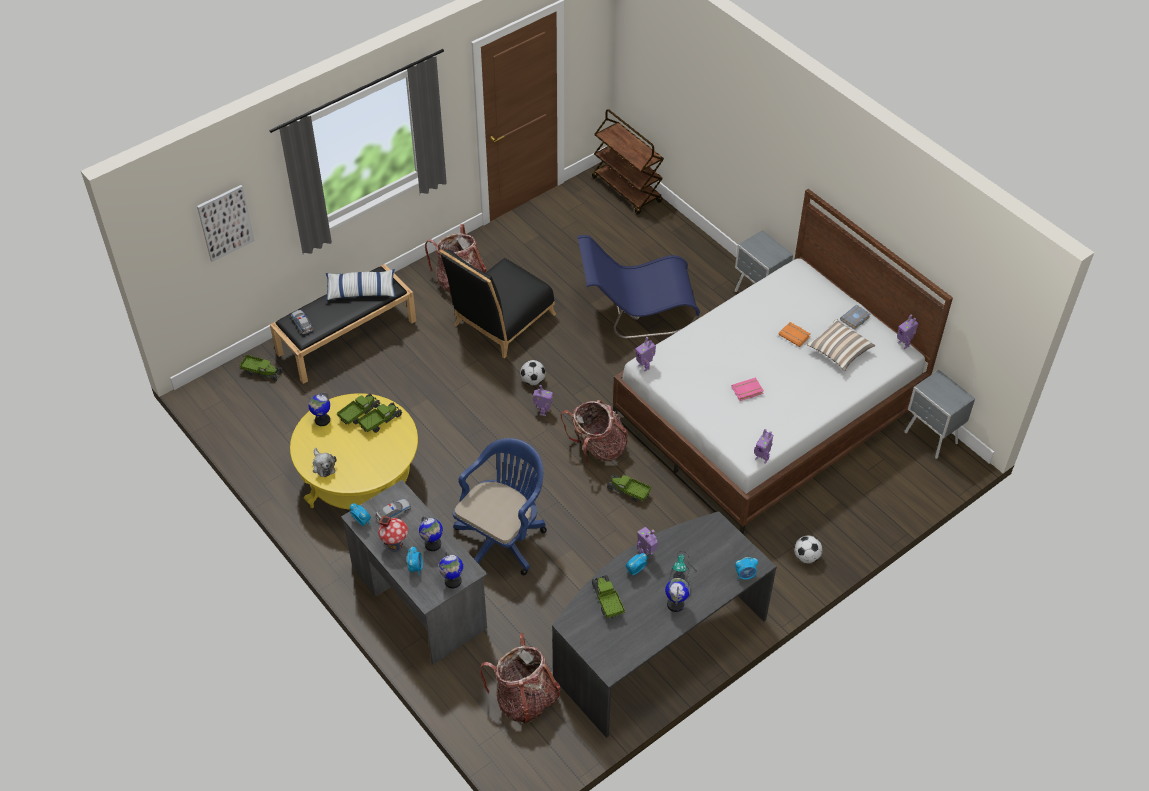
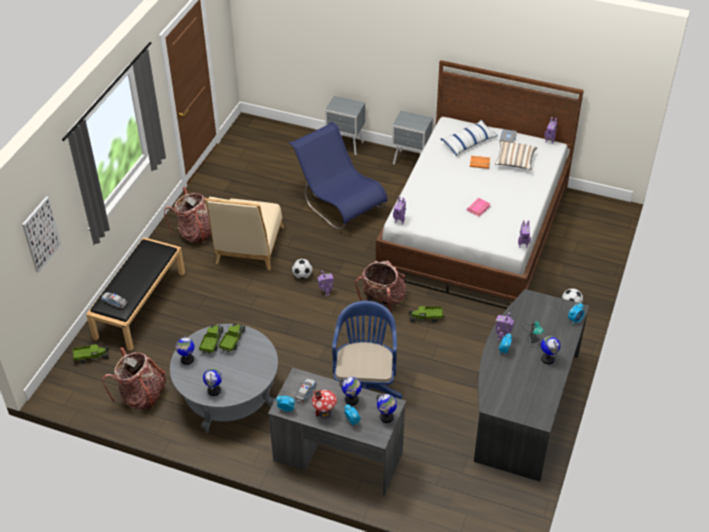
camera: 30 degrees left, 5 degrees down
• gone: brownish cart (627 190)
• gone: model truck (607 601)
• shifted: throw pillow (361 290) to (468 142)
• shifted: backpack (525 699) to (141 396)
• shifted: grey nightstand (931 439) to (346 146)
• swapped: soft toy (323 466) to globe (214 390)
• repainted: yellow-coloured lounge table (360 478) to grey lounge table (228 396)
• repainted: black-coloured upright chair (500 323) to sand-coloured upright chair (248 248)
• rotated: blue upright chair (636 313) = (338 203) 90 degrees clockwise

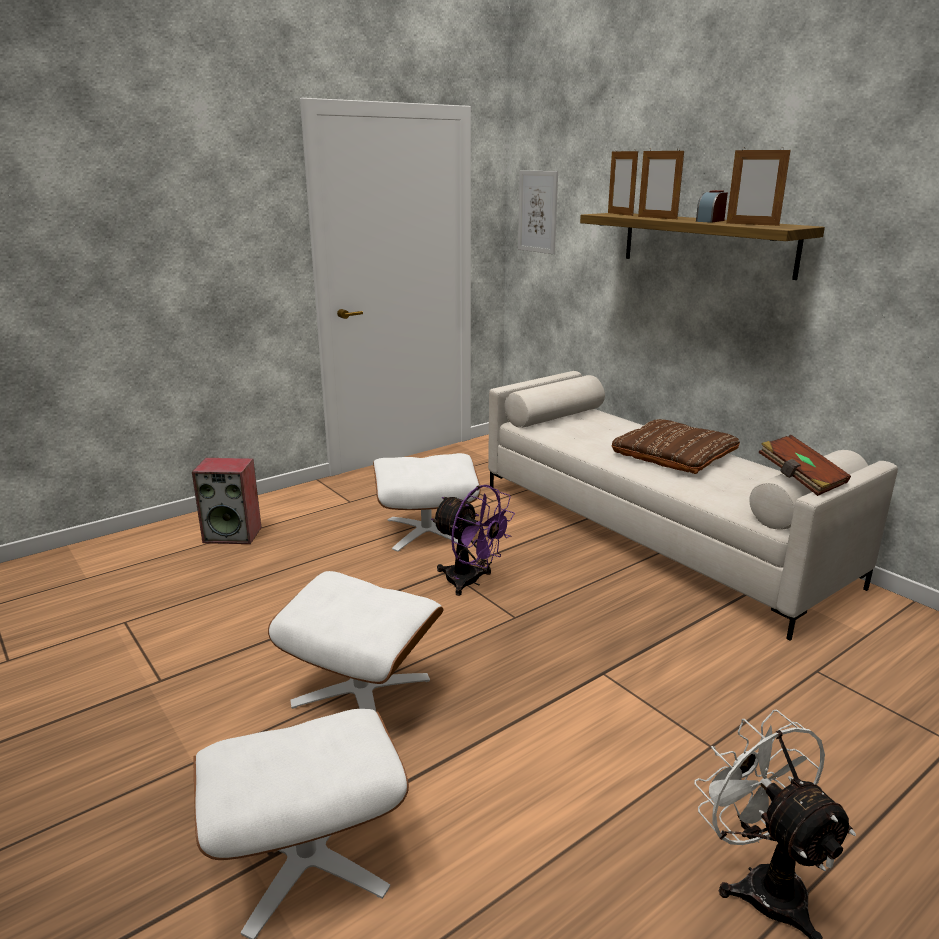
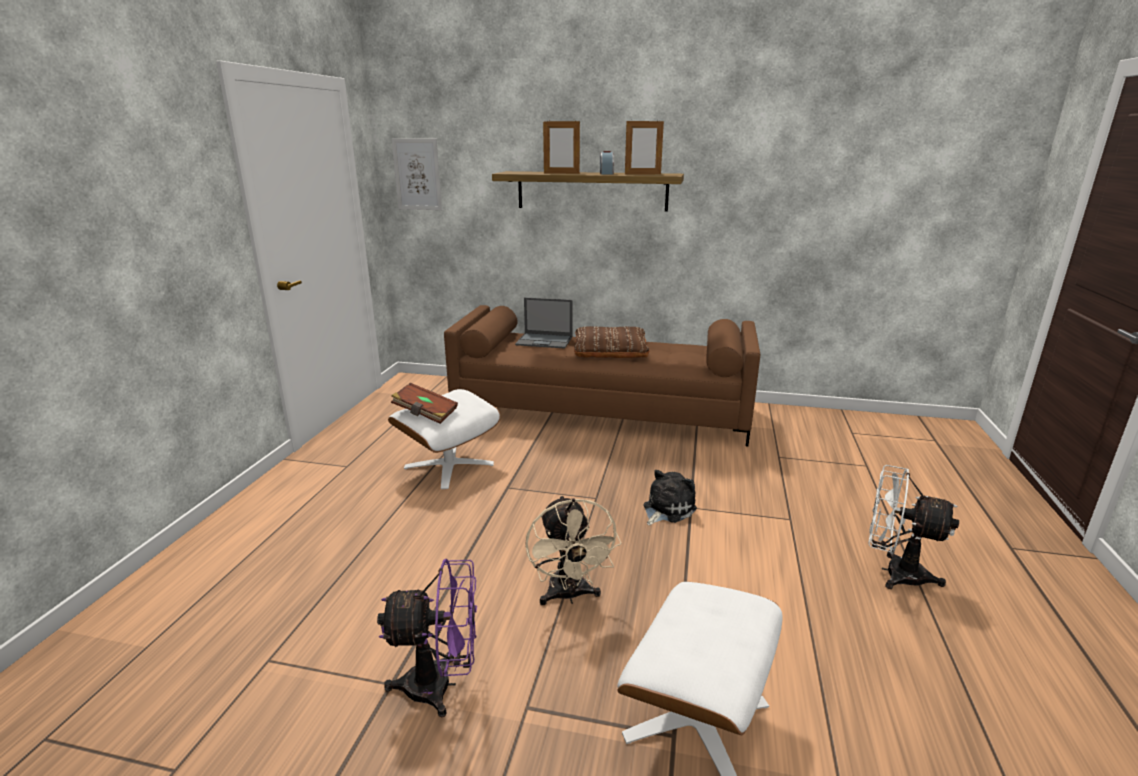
camera: 40 degrees left, 0 degrees up
• gone: loudspeaker (233 534)
• gone: photo frame (620 214)
• new: portable computer (545 341)
• new: soft toy (666 509)
• shifted: purple-coloured fan (470 582) to (441 685)
• shifted: brownish volume (800 479) to (425 414)
• swapped: white pouffe (362 691) to sand-coloured fan (569 596)
• repainted: white couch (655 532) to brownish couch (602 410)

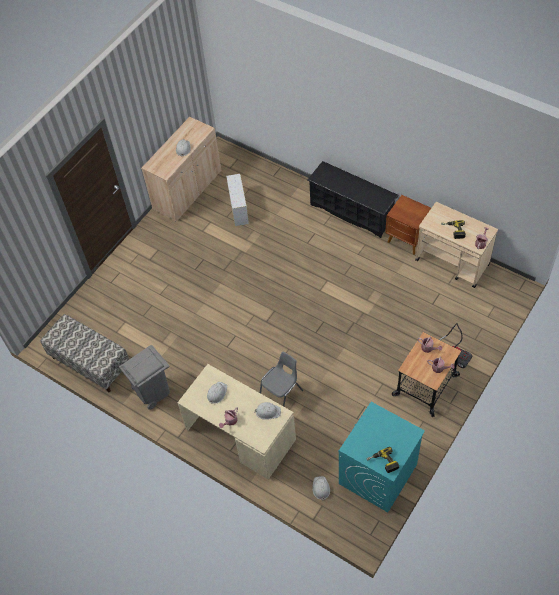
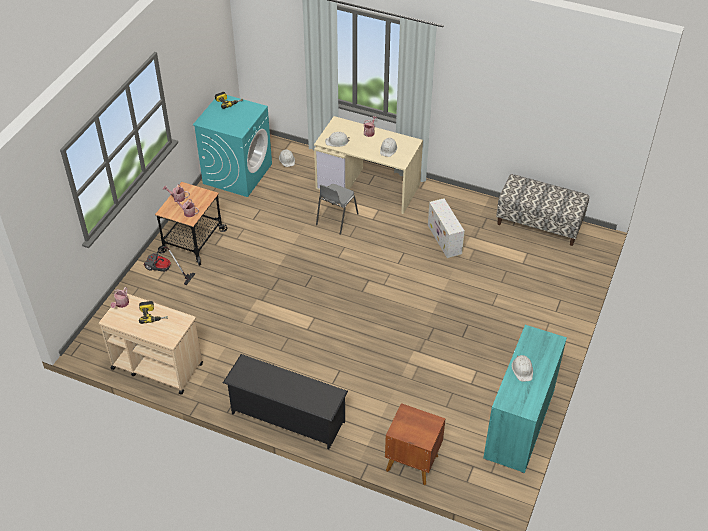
camera: 165 degrees right, 10 degrees down
• gone: grey waste bin (152 391)
• shifted: white storage container (238 208) to (444 240)
• shifted: brownish nightstand (407 240) to (411 462)
• repainted: sand-coloured storage cabinet (187 190) to turquoise storage cabinet (519 424)

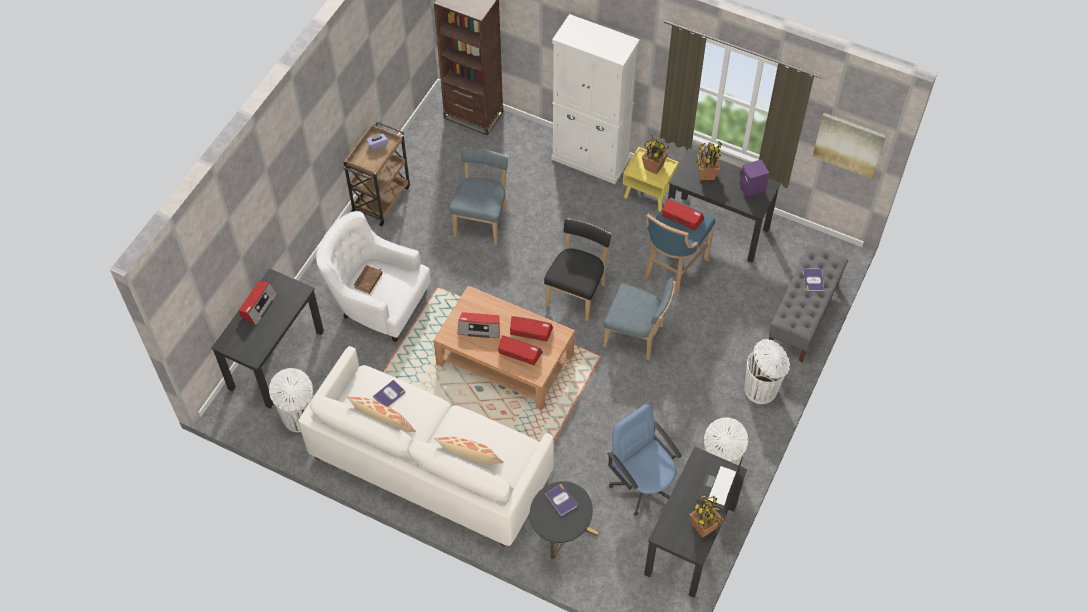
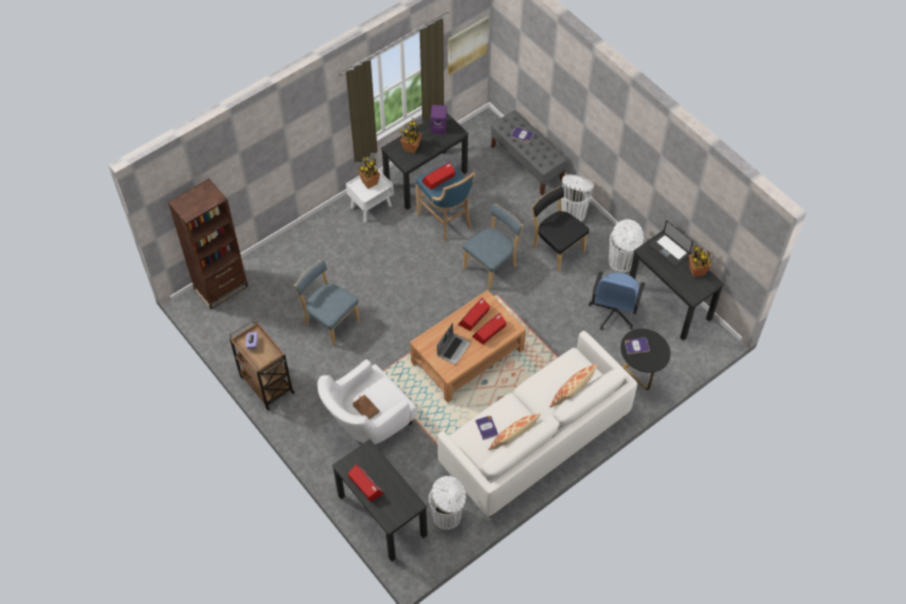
camera: 65 degrees left, 0 degrees up
• gone: white storage cabinet (590 159)
• shifted: black-coloured upright chair (577 293) to (556 248)
• swapped: radio receiver (479 328) to portable computer (453 348)
• repainted: yellow-coloured nightstand (648 194) to white nightstand (371 206)
• rotated: blue desk chair (643 484) = (613 312) 60 degrees counterclockwise

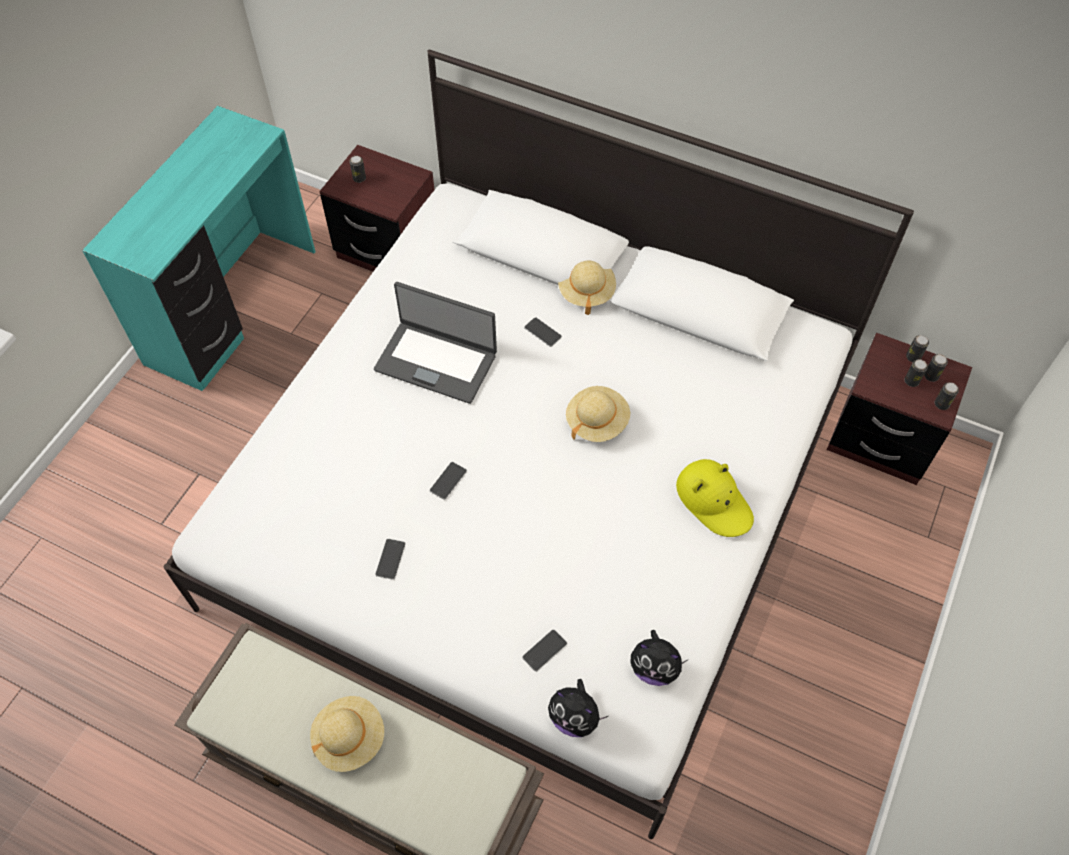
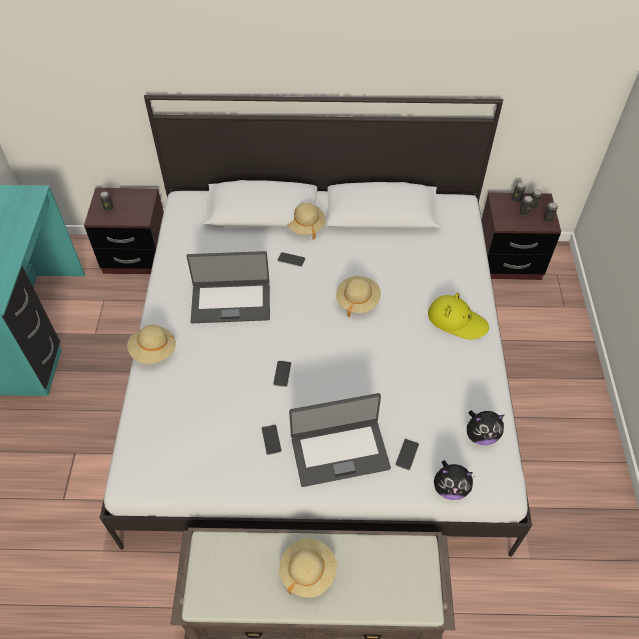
camera: 25 degrees left, 5 degrees down
• new: sand-coloured clothing hat (153 351)
• new: portable computer (339 451)

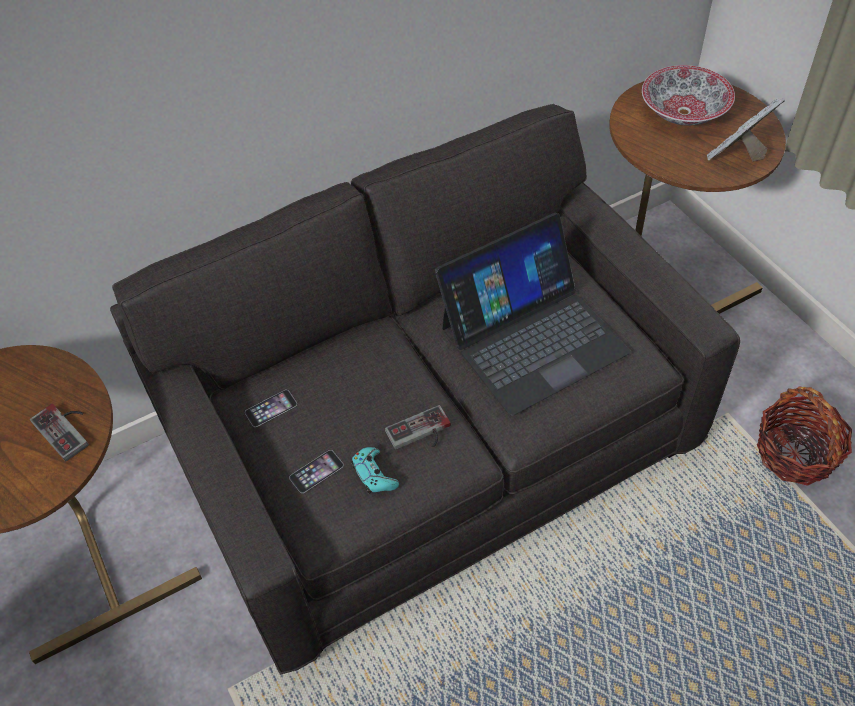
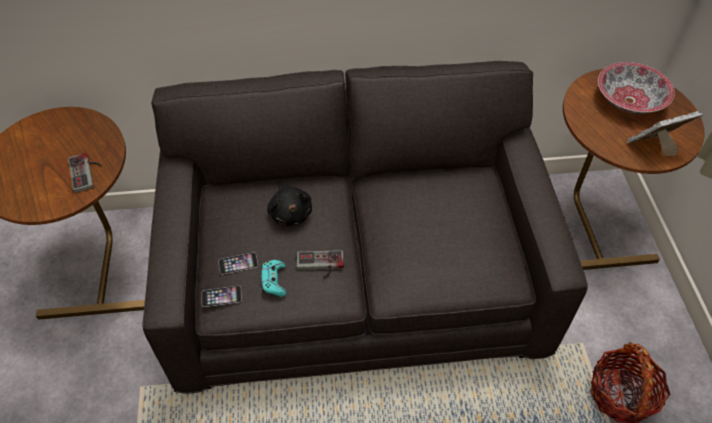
camera: 20 degrees right, 0 degrees up
• gone: portable computer (532 338)
• new: black-coloured soft toy (290 213)
• shifted: handset (271 408) to (221 296)

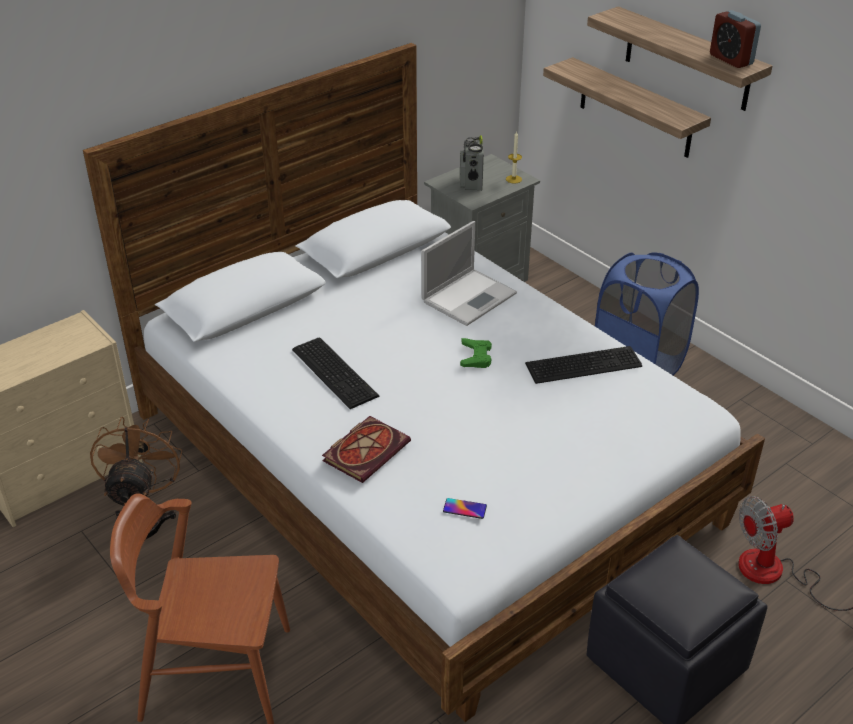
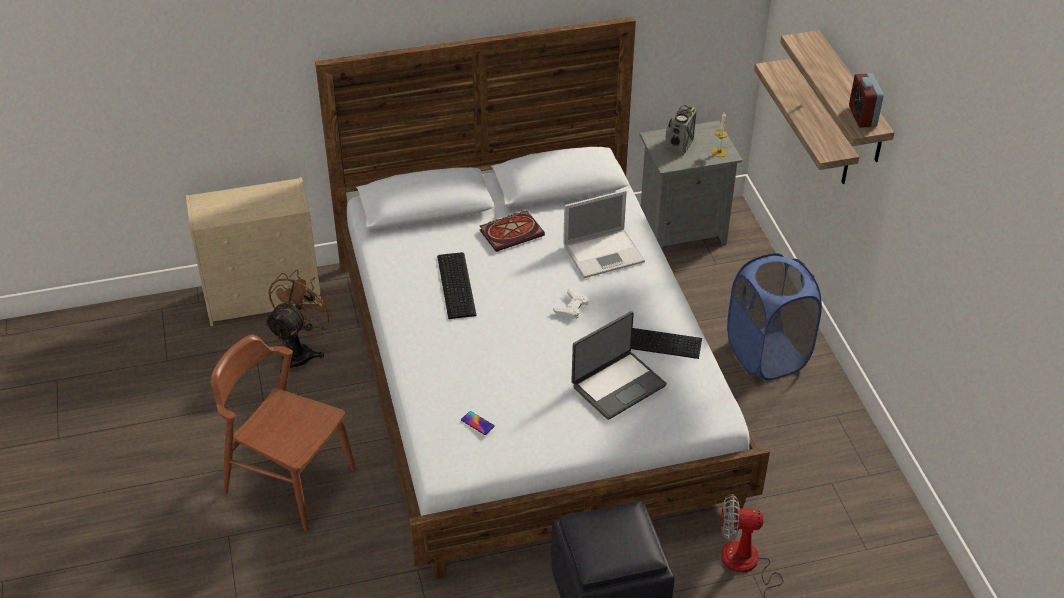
camera: 25 degrees right, 5 degrees up
• new: portable computer (617 385)
• shifted: volume (366 450) to (512 232)
• repainted: green-coloured gamepad (476 357) to white gamepad (572 307)

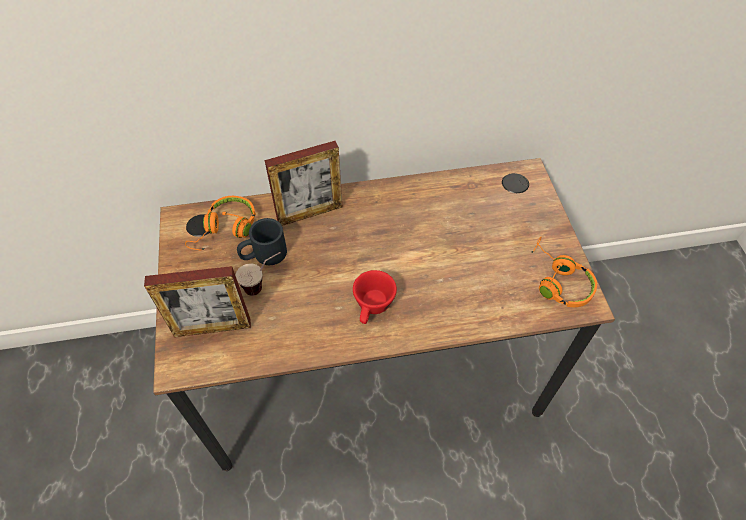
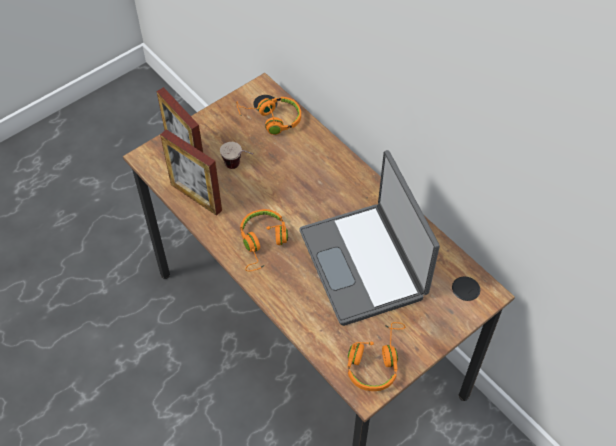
camera: 60 degrees right, 0 degrees up
• gone: black-coloured mug (263 255)
• new: portable computer (364 263)
• shifted: photo frame (310 213) to (196 197)
• swapped: red-coloured cup (373 308) to orange-coloured headset (263 243)

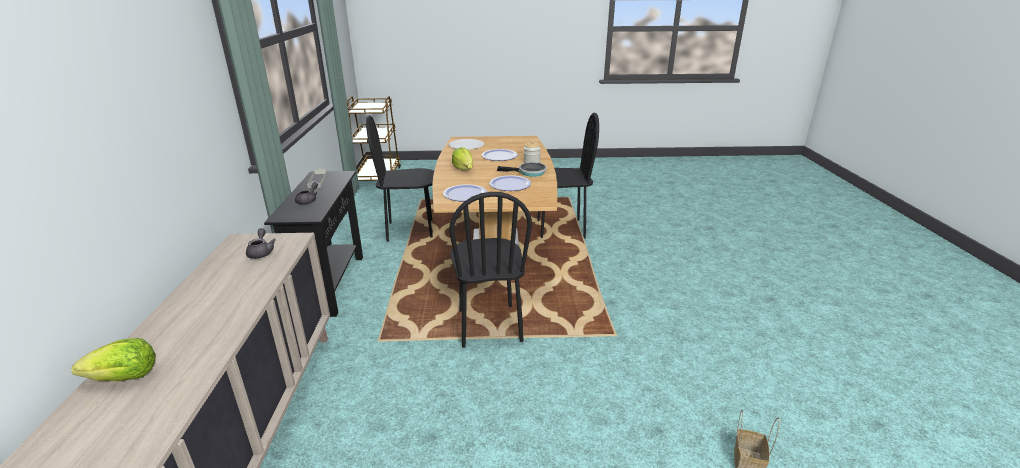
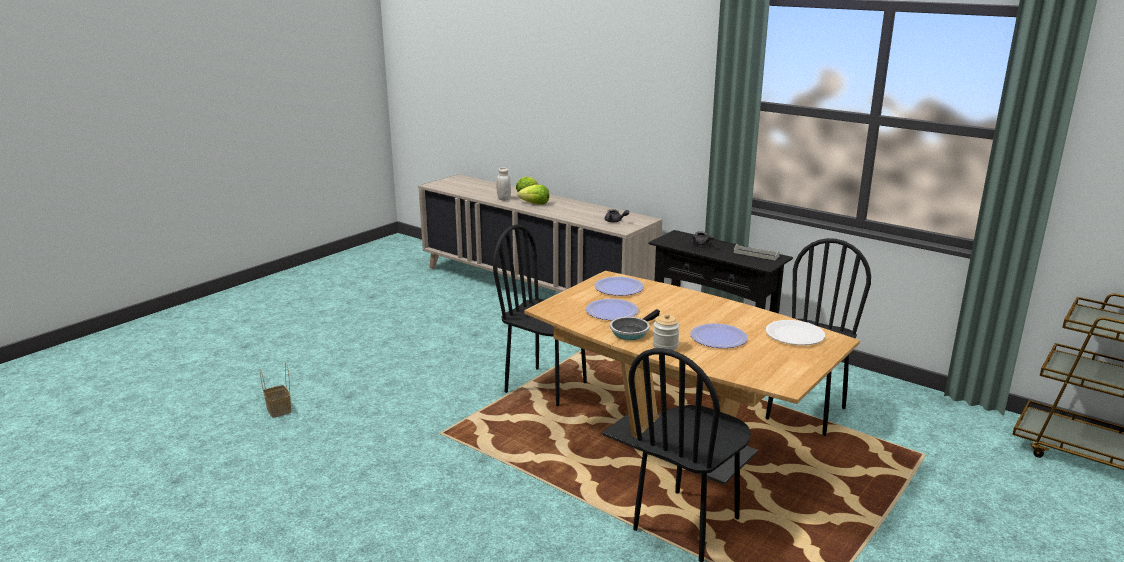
camera: 130 degrees right, 5 degrees down
• new: white jar (503 199)
• shifted: lettuce head (464 169) to (535 204)

